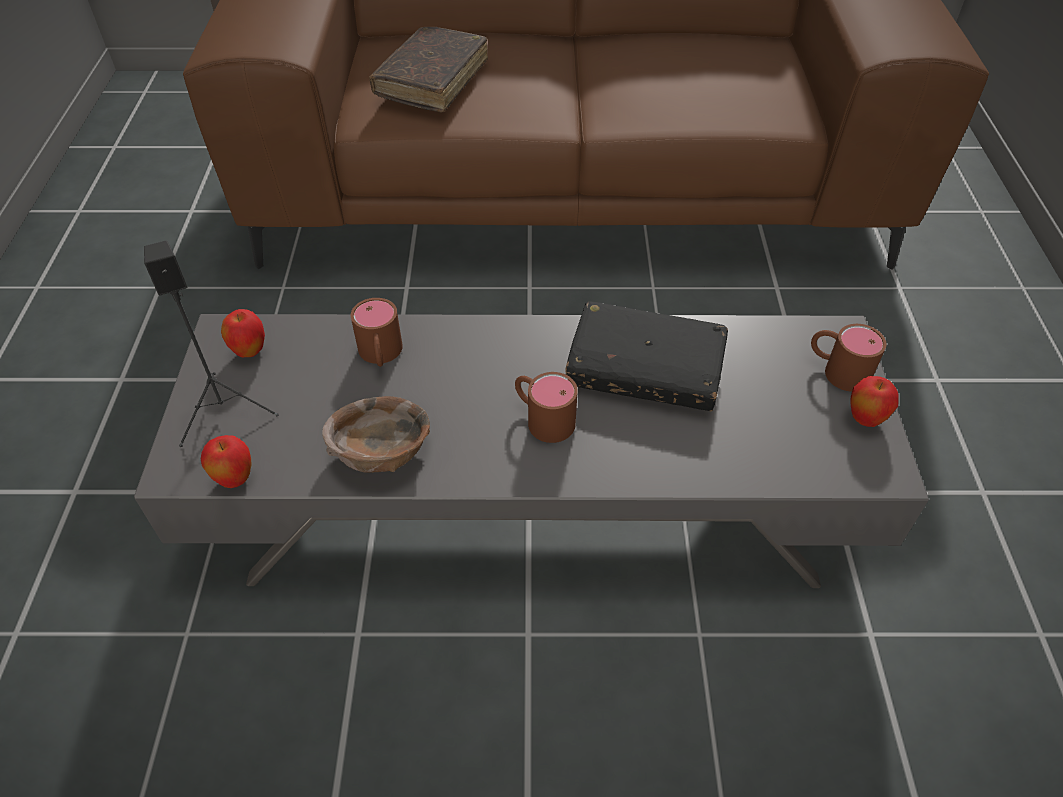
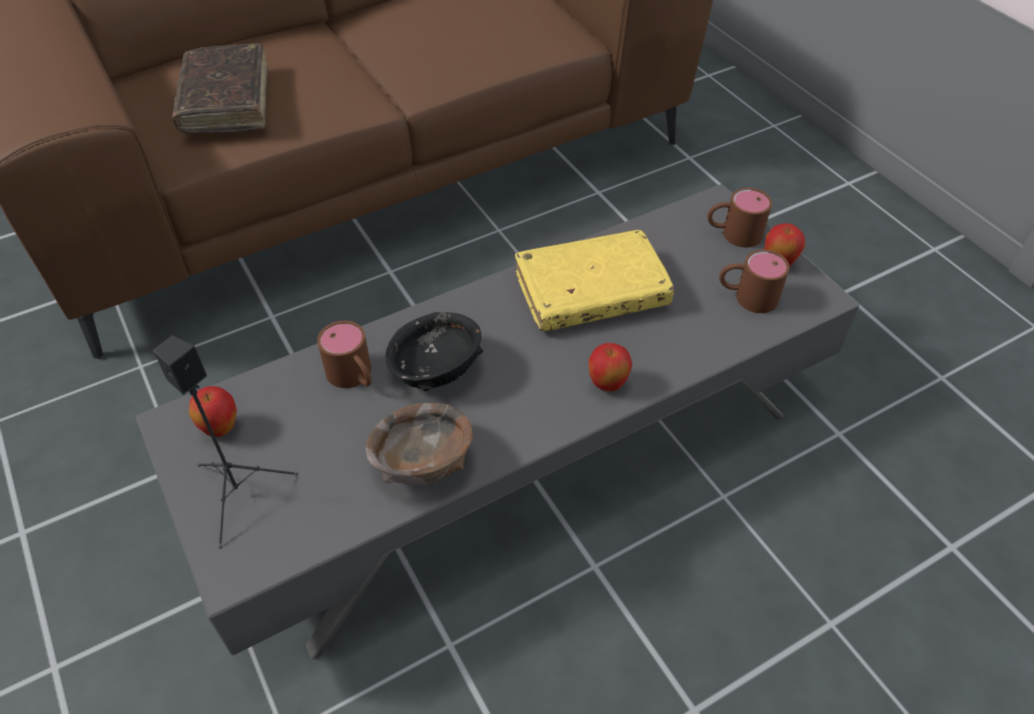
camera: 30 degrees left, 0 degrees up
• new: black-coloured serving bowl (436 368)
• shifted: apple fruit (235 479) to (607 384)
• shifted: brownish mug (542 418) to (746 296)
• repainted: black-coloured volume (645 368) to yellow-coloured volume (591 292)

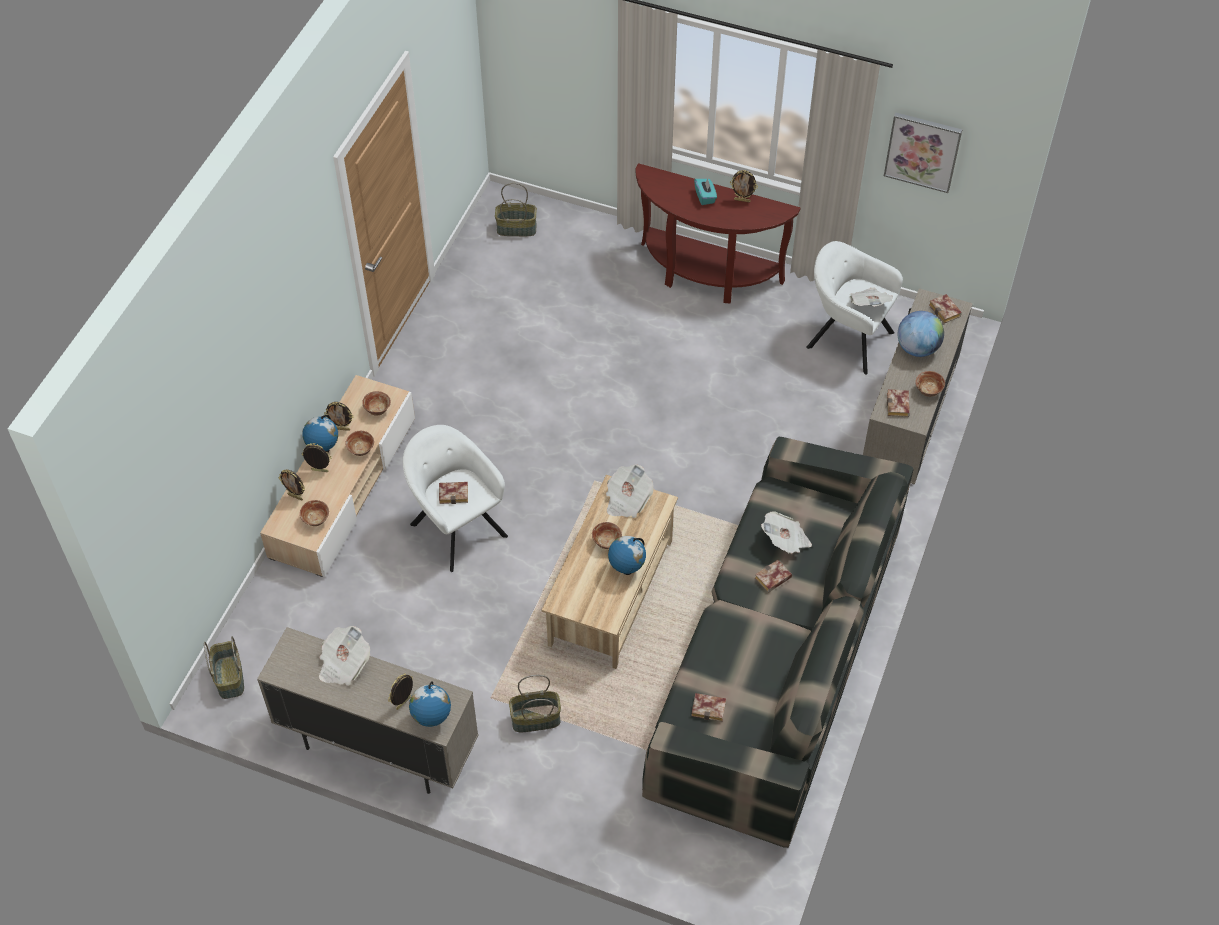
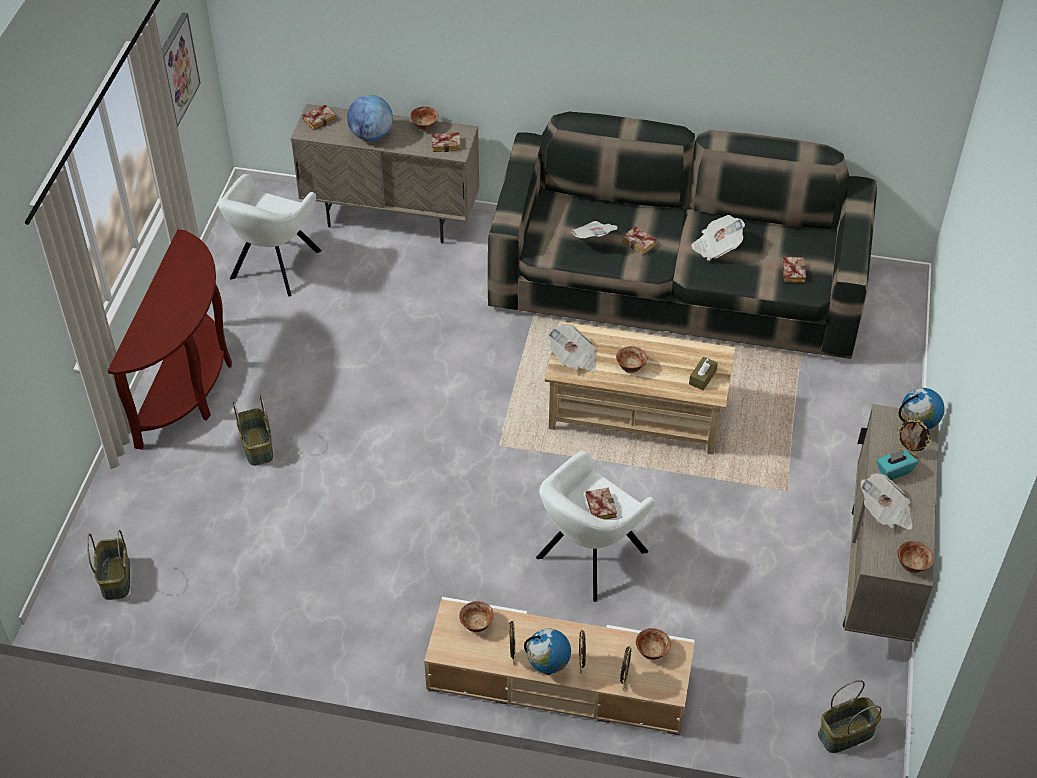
camera: 100 degrees left, 5 degrees down
• gone: globe (626 569)
• gone: photo frame (742 200)
• new: brownish box of tissues (702 377)
• shifted: serving bowl (361 450) to (912 565)
• shifted: basket (535 719) to (258 446)
• shifted: turquoise box of tissues (705 197) to (894 471)
• shifted: daily paper (869 305) to (716 247)

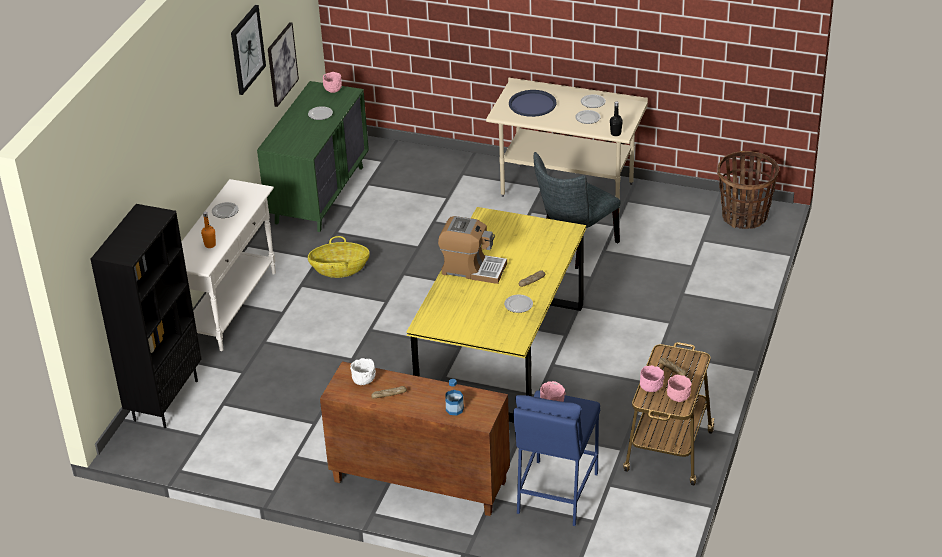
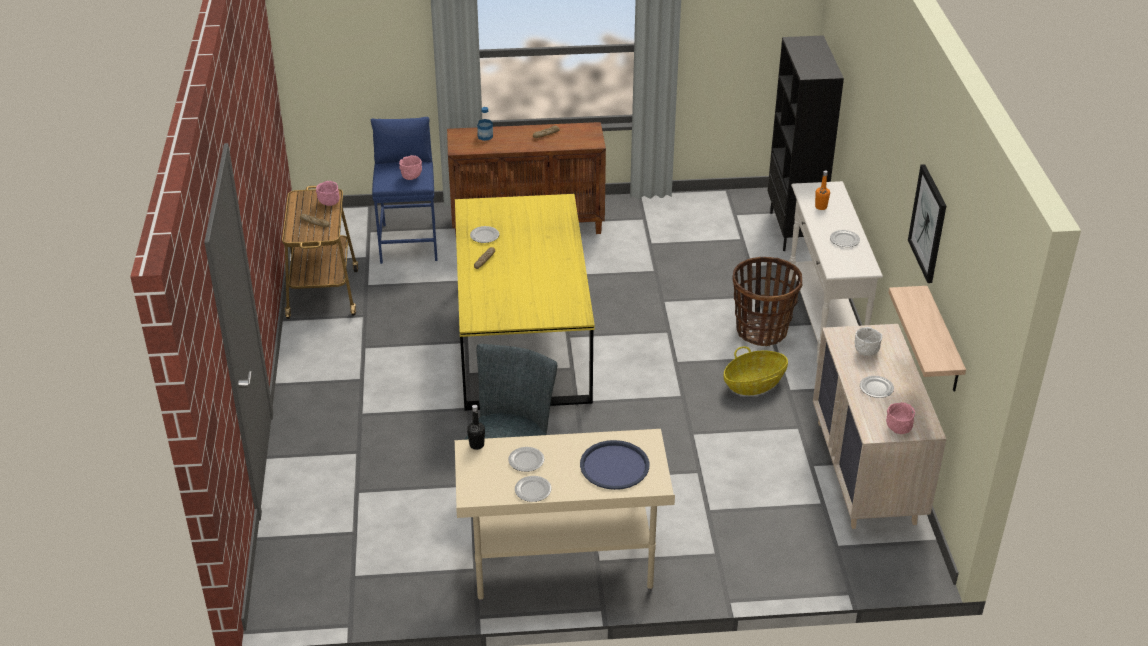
camera: 155 degrees right, 0 degrees up
• gone: coffee brewer (472 269)
• gone: pink-coloured serving bowl (678 398)
• shifted: white serving bowl (364 382) to (865 352)
• shifted: basket (744 216) to (761 330)
• swapped: wall picture (282 64) to shelf (943 341)
• repainted: green-coloured drawer chest (320 194) to sand-coloured drawer chest (866 472)

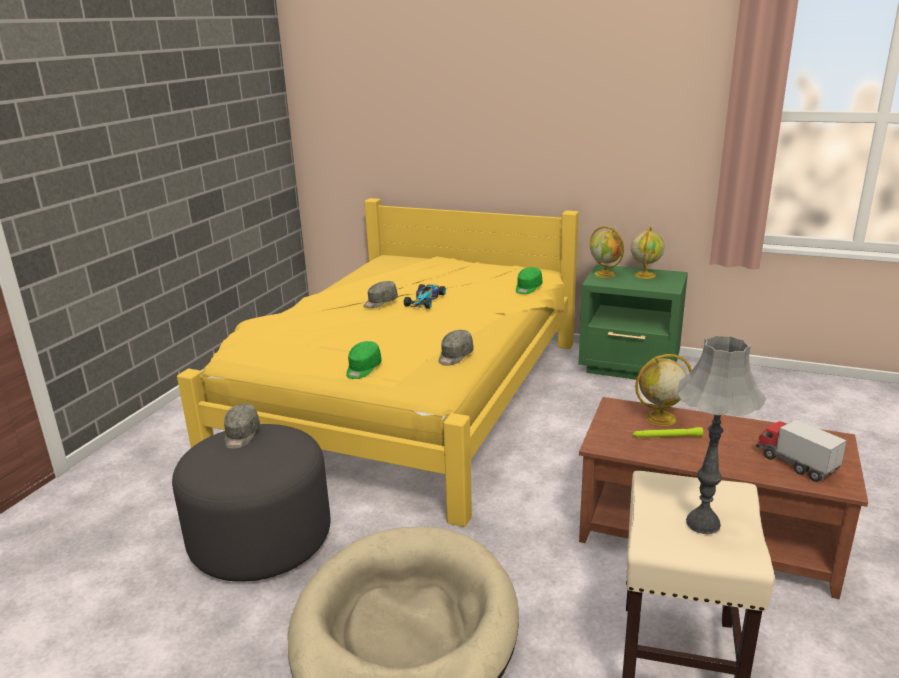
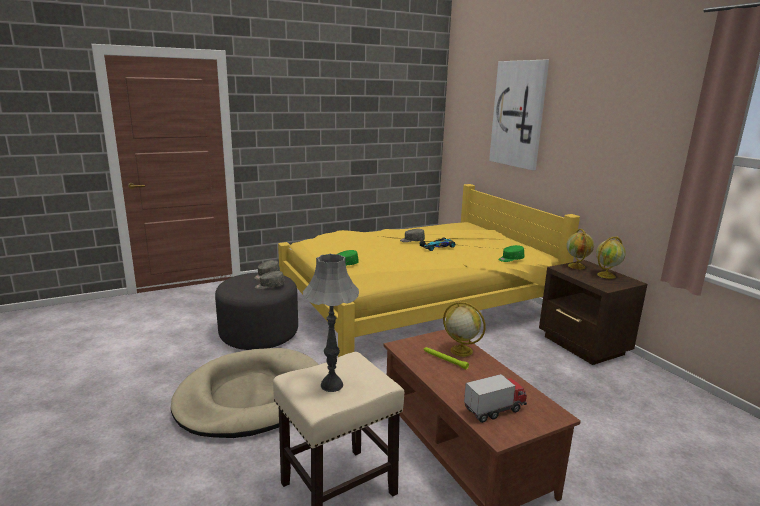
camera: 40 degrees right, 5 degrees down
• new: wall picture (518 114)
• shifted: grey baseball cap (455 356) to (269 286)
• repainted: green-coloured nightstand (630 367) to brownish nightstand (583 346)
• rotated: model truck (796 463) = (494 410) 60 degrees clockwise

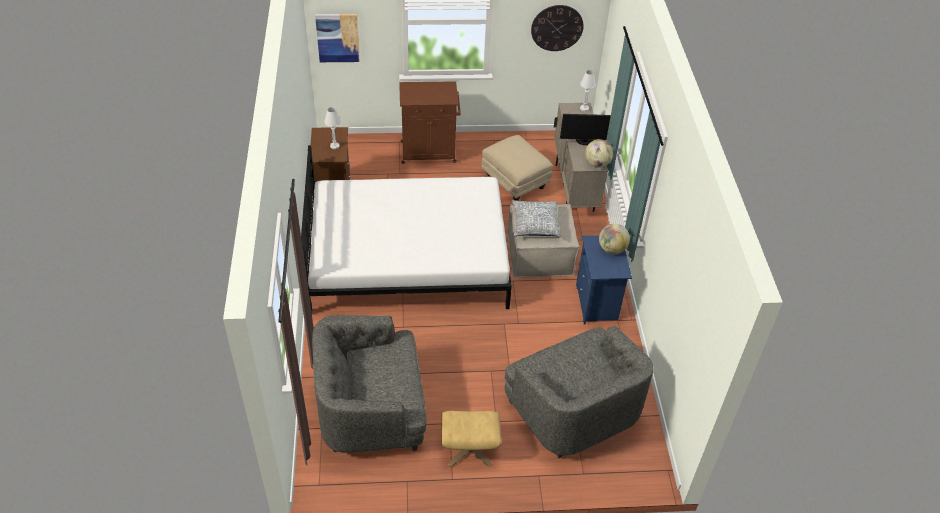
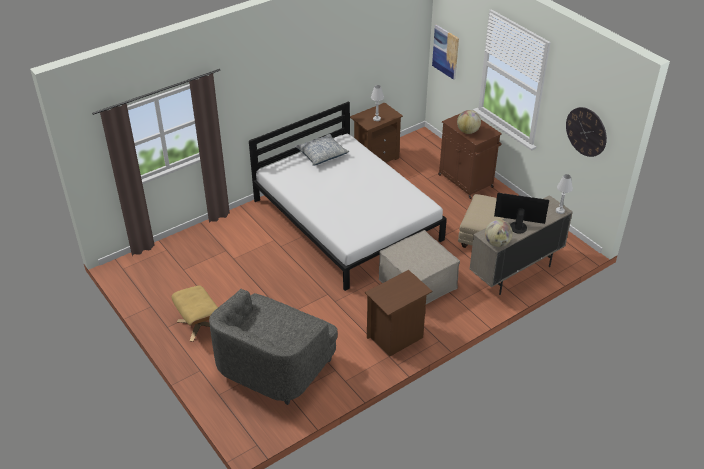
camera: 60 degrees right, 5 degrees down
• gone: grey easy chair (371 410)
• shifted: throw pillow (535 224) to (322 154)
• shifted: globe (612 249) to (468 131)
• repainted: blue nightstand (597 303) to brownish nightstand (396 337)
• rotated: computer display (584 141) = (518 226) 135 degrees clockwise

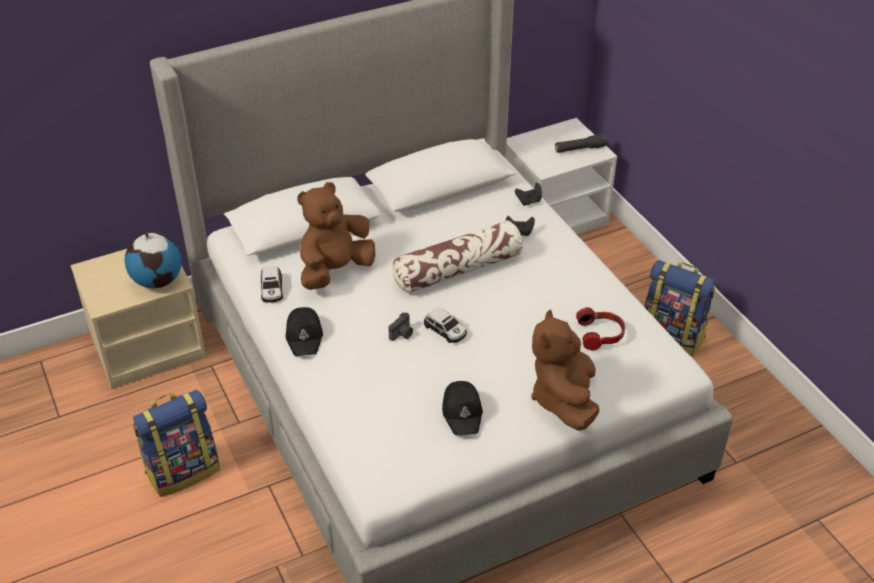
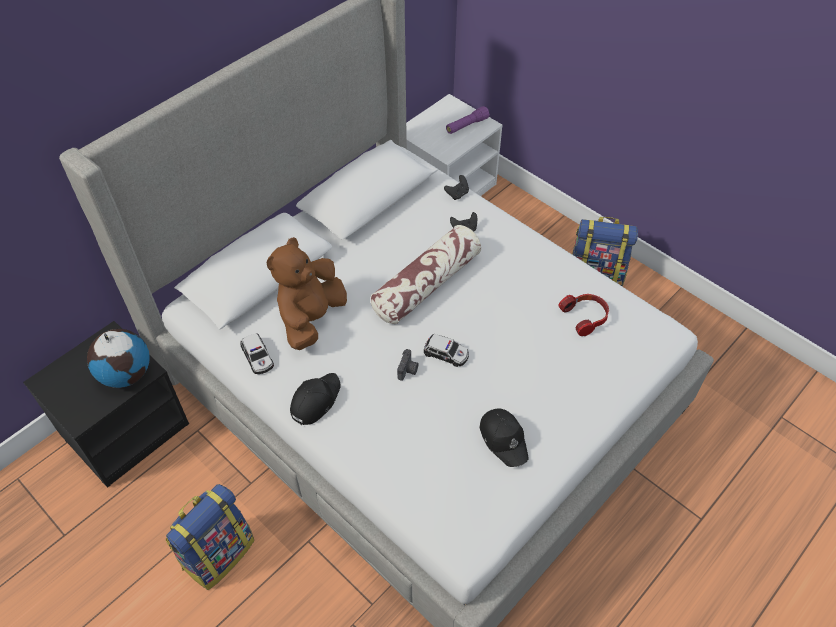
camera: 20 degrees left, 10 degrees up
• gone: brownish soft toy (564 399)
• repainted: sand-coloured nightstand (149 346) to black-coloured nightstand (125 428)
• repainted: black-coloured flashlight (579 149) to purple-coloured flashlight (467 125)
• rotated: black-coloured baseball cap (305 336) = (315 400) 120 degrees counterclockwise

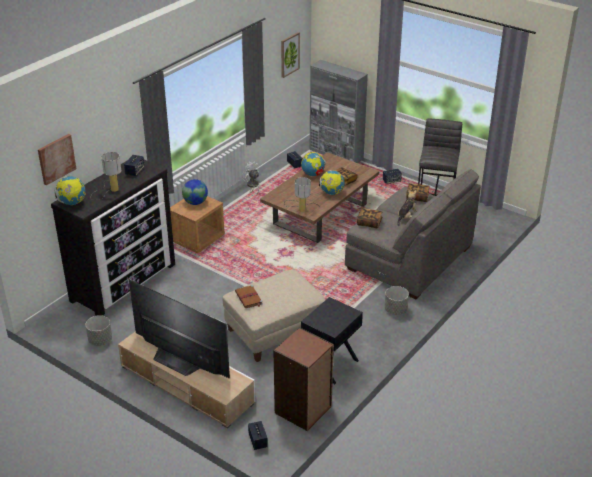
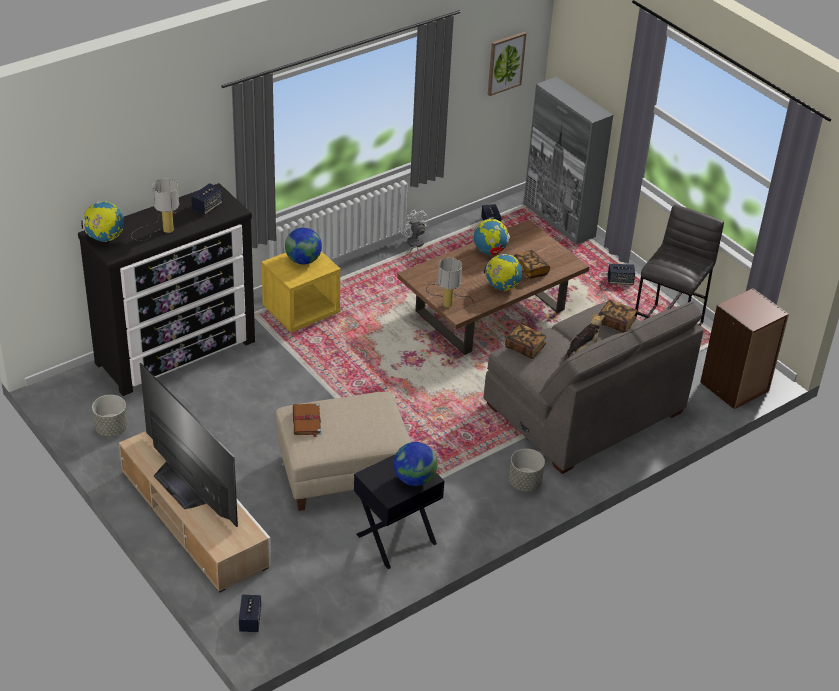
camera: 15 degrees right, 5 degrees up
• gone: wall picture (56 159)
• new: globe (414 479)
• shifted: brownish shelving unit (303 410) to (735 387)
• repainted: brownish nightstand (198 239) to yellow-coloured nightstand (301 311)

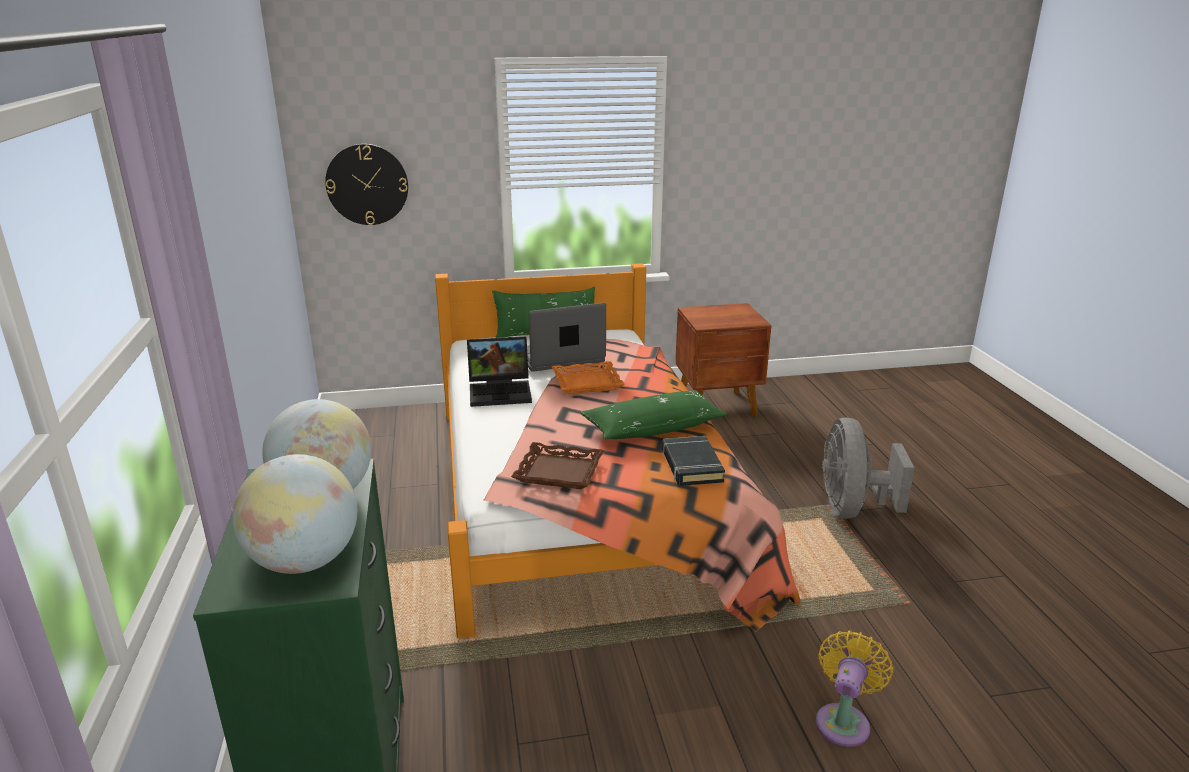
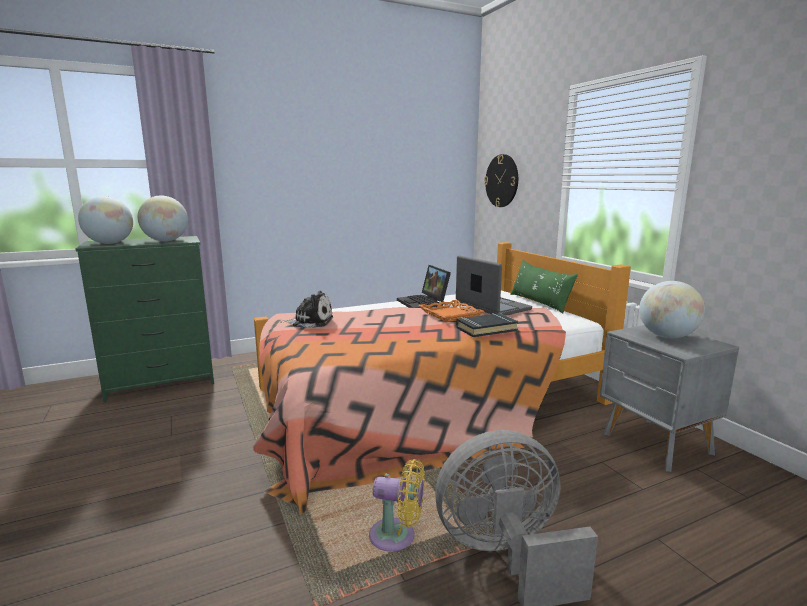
camera: 75 degrees right, 10 degrees down
• gone: green-coloured throw pillow (653 427)
• new: globe (667 336)
• shifted: black-coloured volume (691 466) to (486 329)
• shifted: yellow-coloured fan (844 720) to (397 537)
• swapped: brownish carrying tray (558 472) to soft toy (310 322)
• repainted: brownish nightstand (718 406) to grey nightstand (656 444)

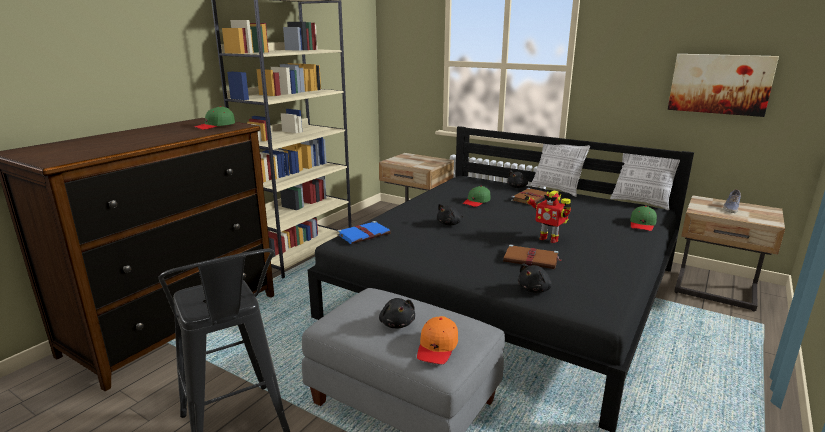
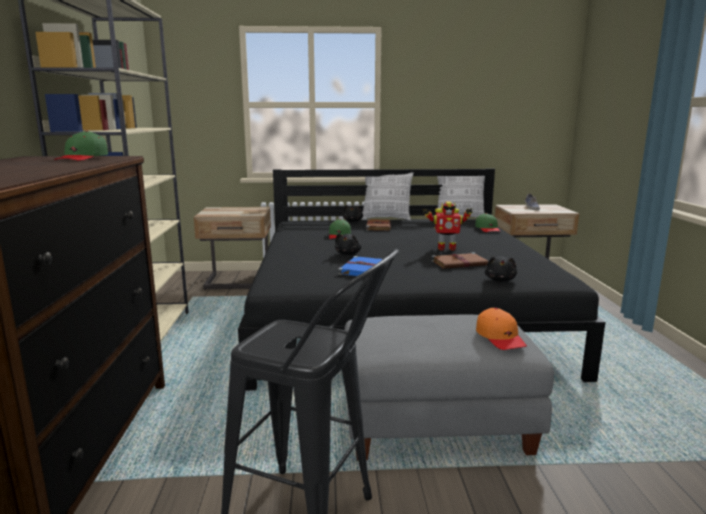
camera: 35 degrees left, 5 degrees down
• gone: black-coloured soft toy (397 323)
• gone: wall picture (720 84)
• shifted: blue volume (364 234) to (362 269)

